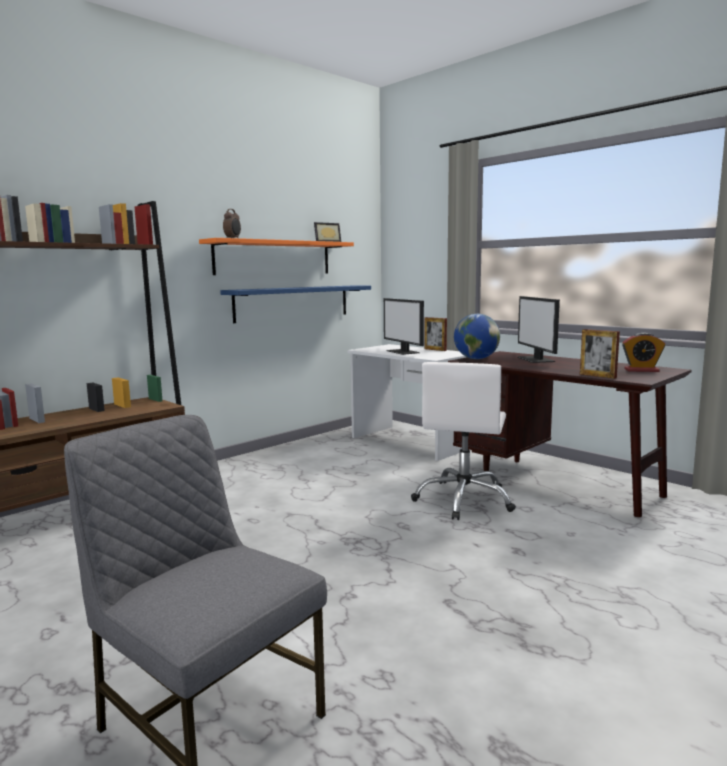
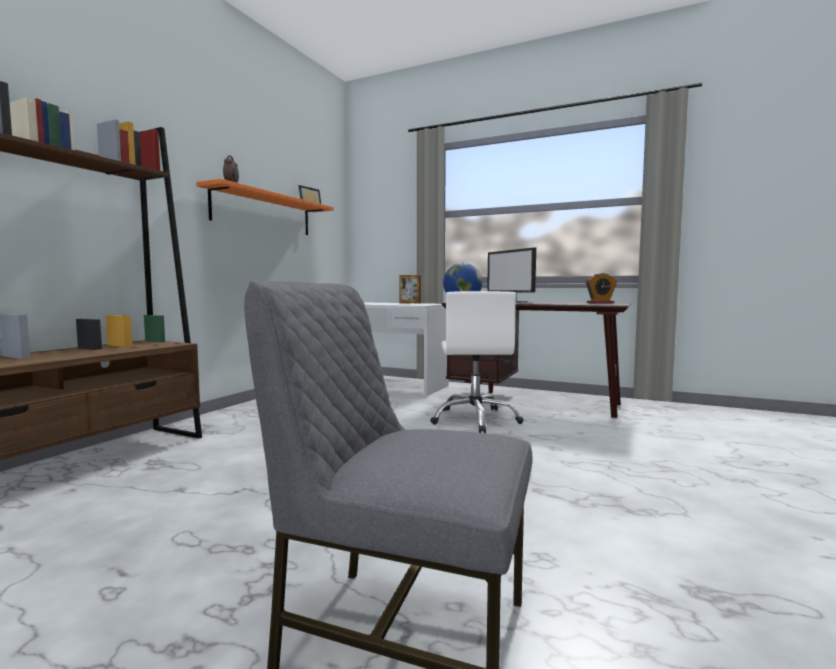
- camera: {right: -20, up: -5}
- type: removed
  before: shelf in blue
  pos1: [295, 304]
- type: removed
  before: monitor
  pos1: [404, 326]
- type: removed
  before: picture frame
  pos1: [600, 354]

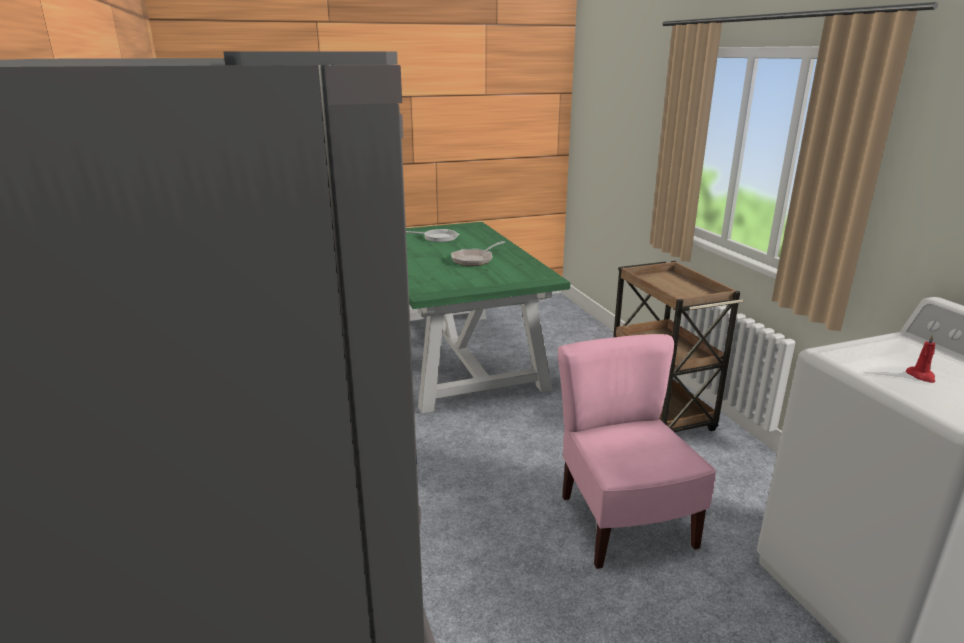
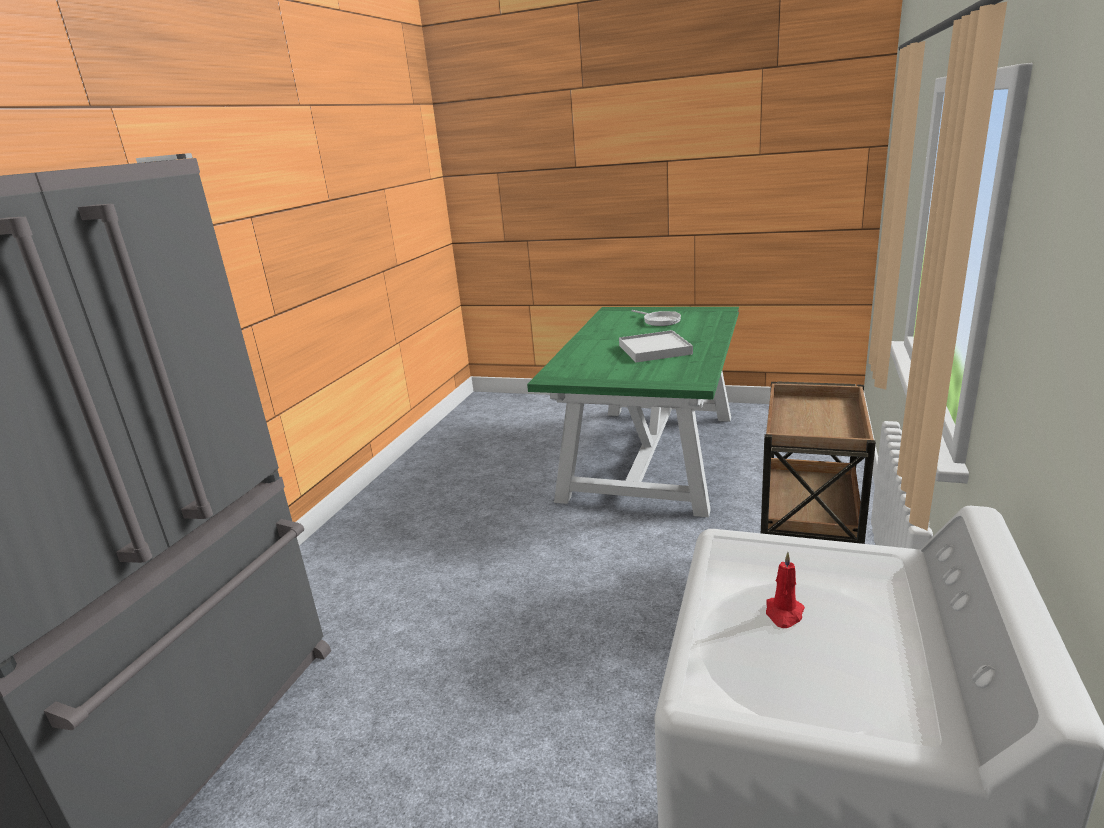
- camera: {right: 40, up: 0}
- type: removed
  before: chair in pink
  pos1: [637, 451]
- type: replaced
  before: frying pan
  after: tray in white
  pos1: [478, 253]
  pos2: [656, 346]

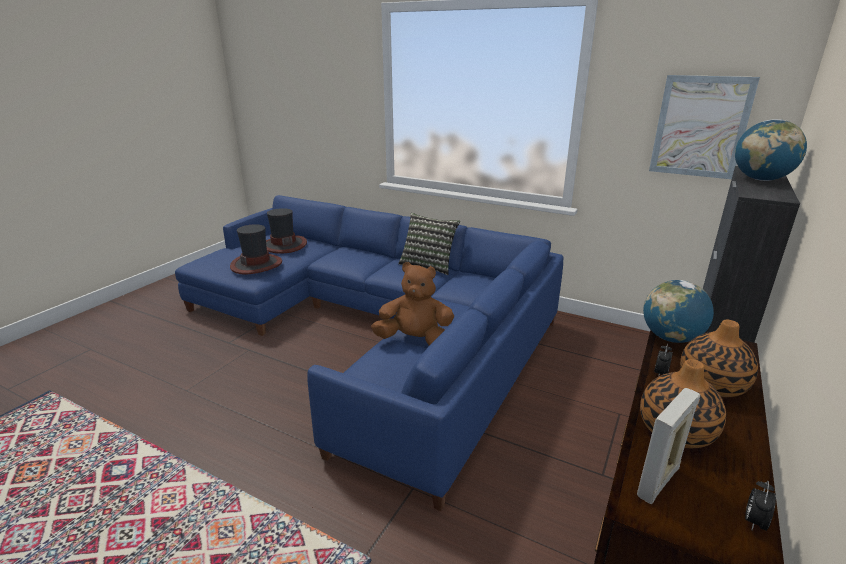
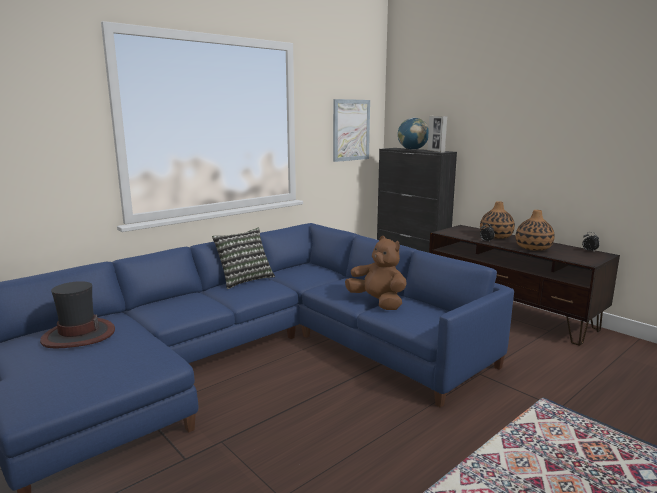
- camera: {right: -70, up: -10}
- type: removed
  before: hat
  pos1: [256, 249]
- type: removed
  before: globe
  pos1: [678, 311]
- type: moved
  before: picture frame
  pos1: [668, 446]
  pos2: [438, 134]
- type: turned
  before: plush toy in brown
  pos1: [412, 304]
  pos2: [376, 273]
  turn: 105

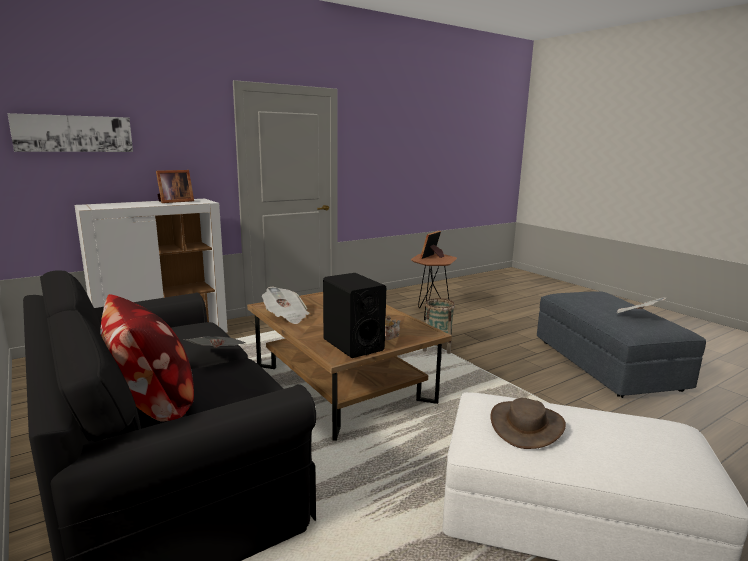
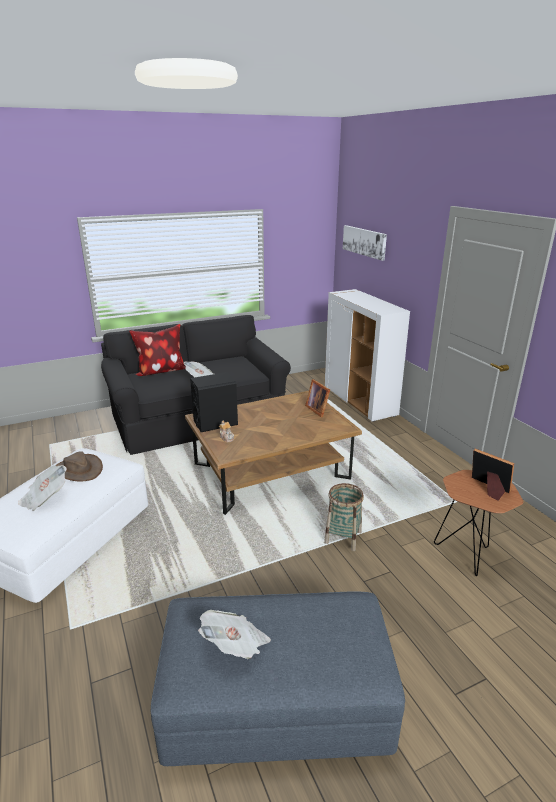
- camera: {right: 100, up: 10}
- type: moved
  before: picture frame
  pos1: [175, 186]
  pos2: [317, 398]
- type: moved
  before: newspaper
  pos1: [285, 305]
  pos2: [42, 488]

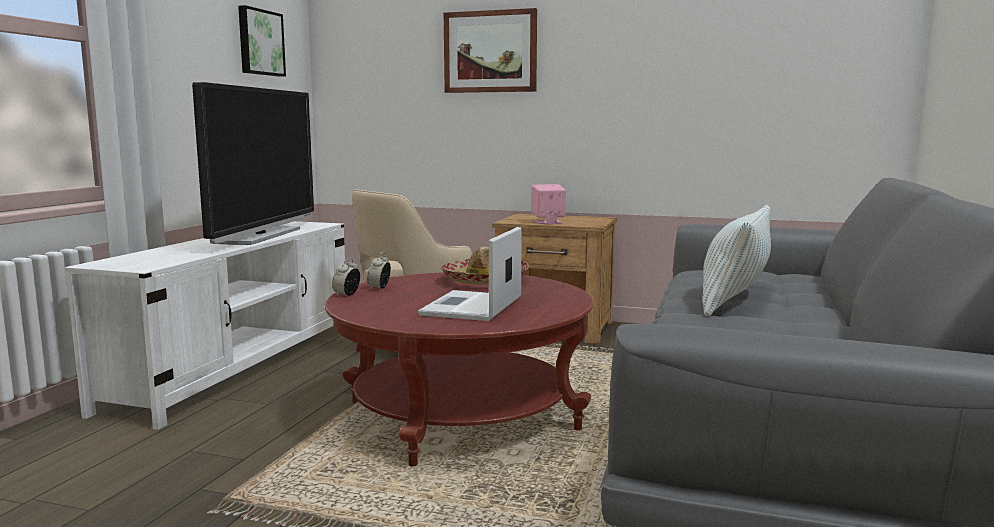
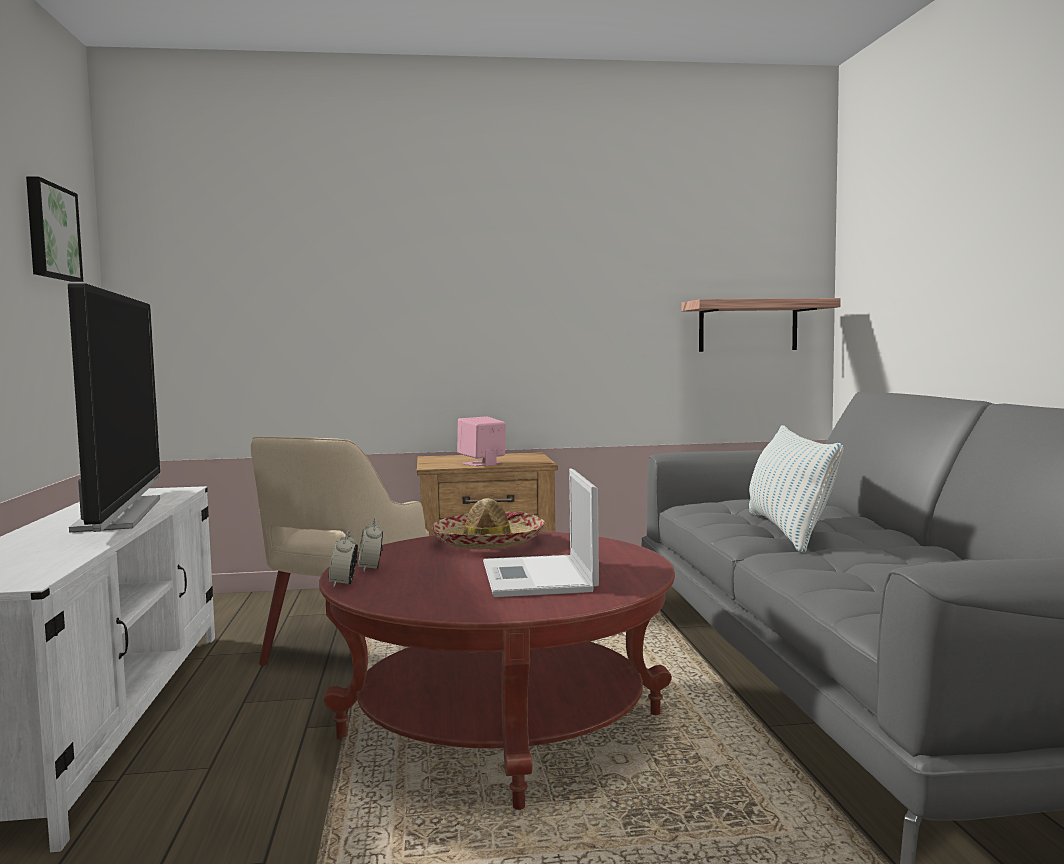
- camera: {right: -25, up: -5}
- type: removed
  before: picture
  pos1: [490, 50]
- type: added
  after: shelf
  pos2: [761, 325]

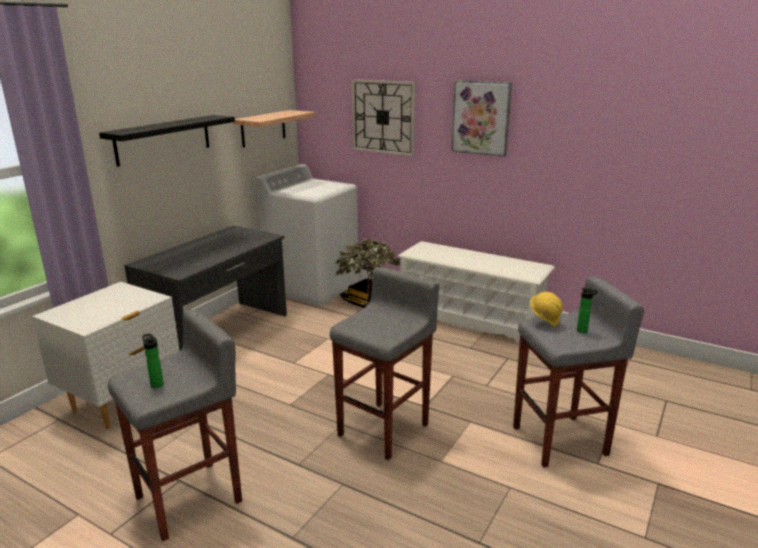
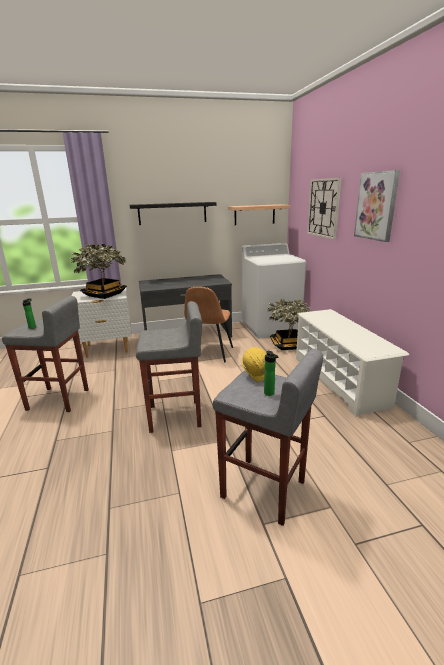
- camera: {right: 45, up: 0}
- type: added
  after: potted plant
  pos2: [98, 271]
- type: added
  after: chair in brown
  pos2: [208, 324]

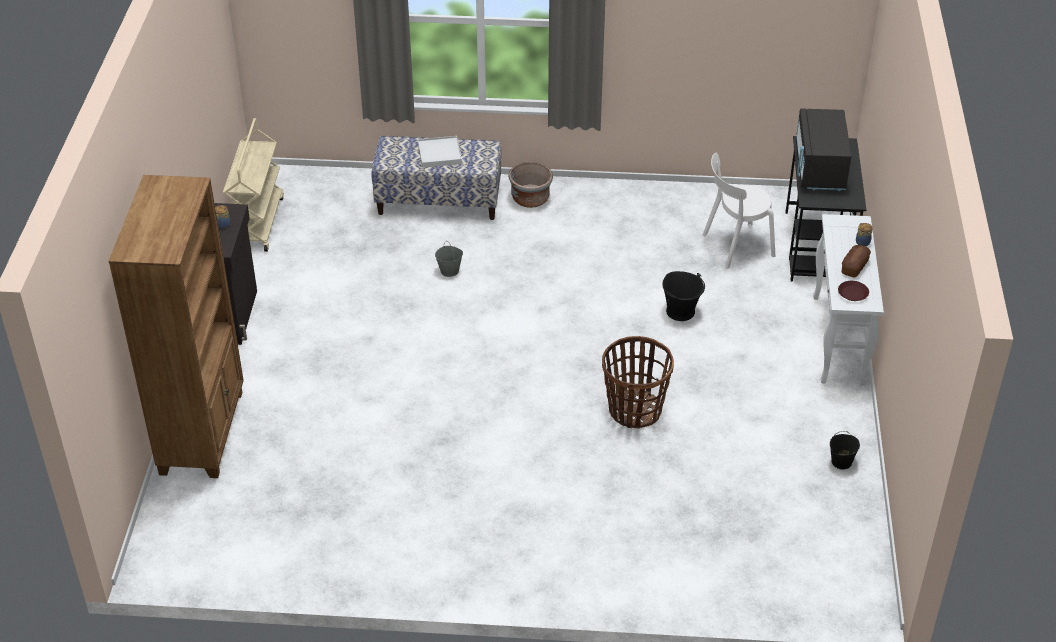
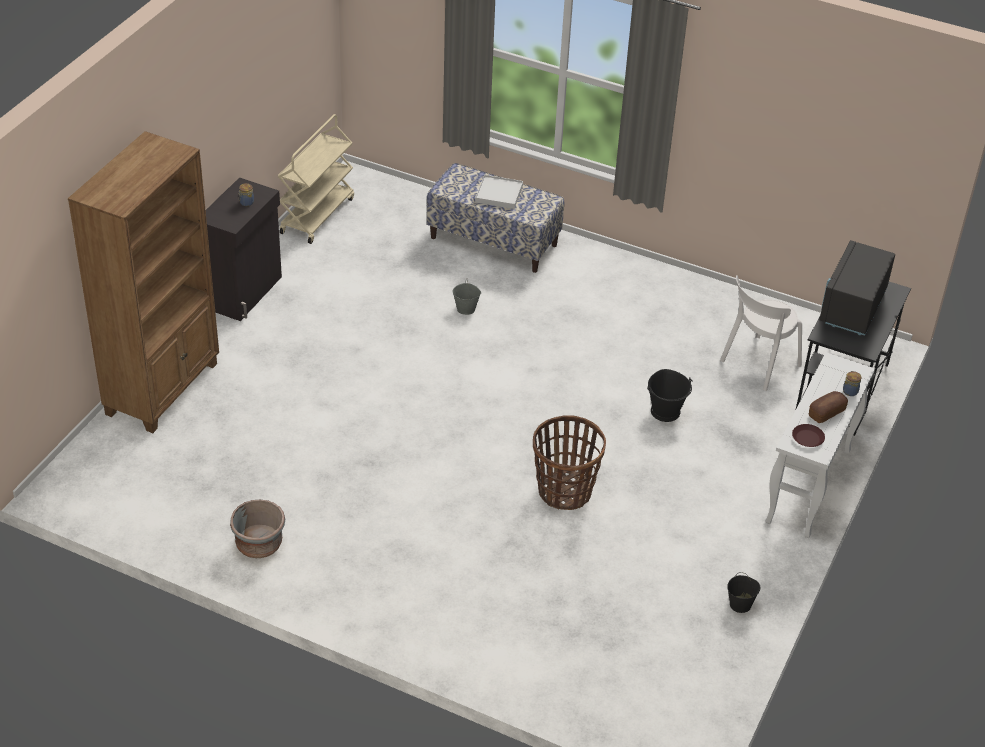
- camera: {right: 20, up: 0}
- type: moved
  before: planter in grey
  pos1: [530, 185]
  pos2: [257, 529]
- type: turned
  before: chair in white
  pos1: [739, 211]
  pos2: [761, 333]
  turn: -45

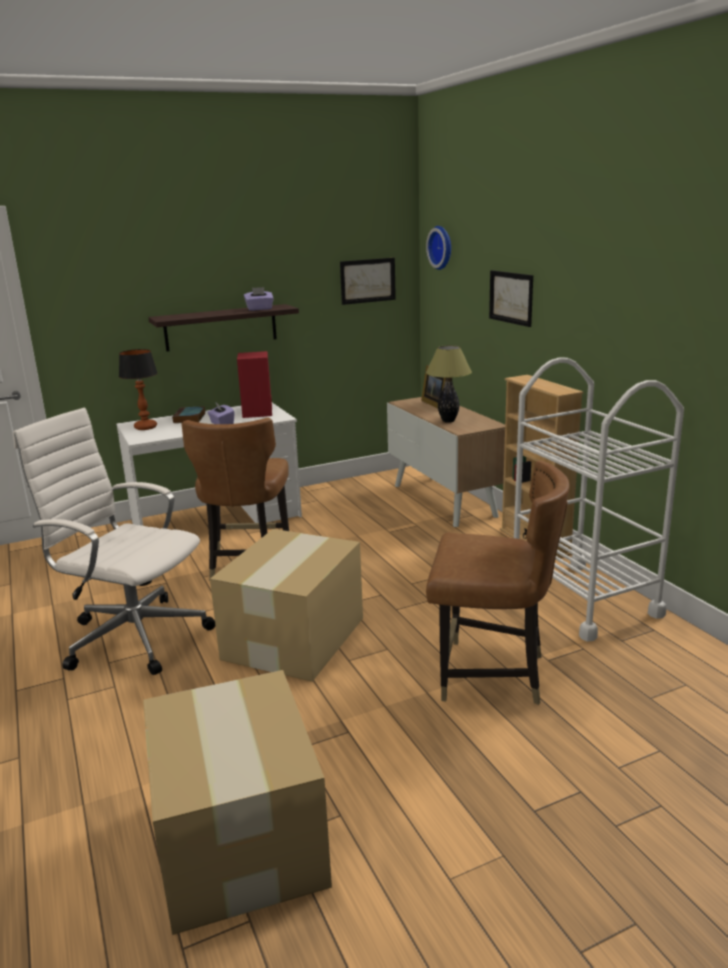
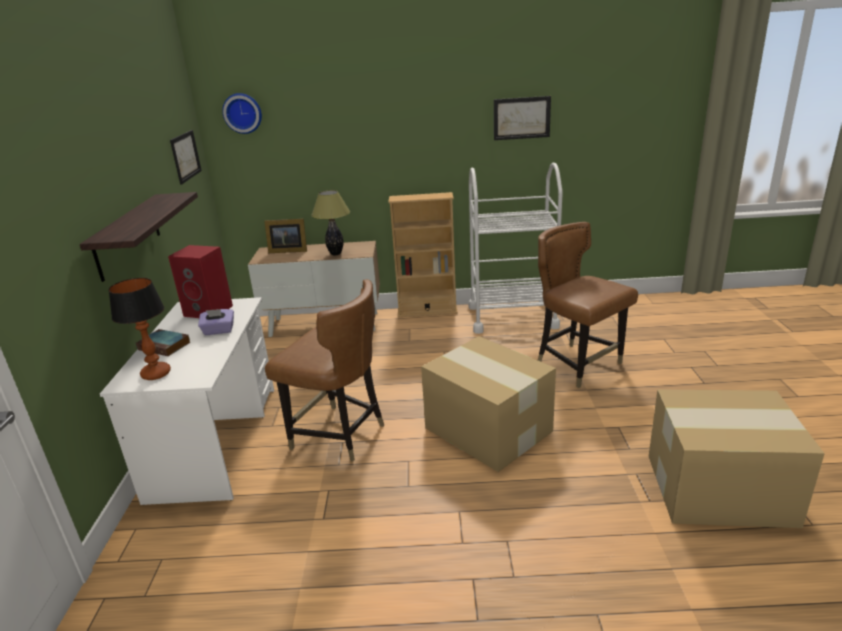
- camera: {right: -65, up: 5}
- type: removed
  before: office chair in white
  pos1: [114, 541]
- type: removed
  before: tissue box in purple
  pos1: [259, 299]
- type: moved
  before: picture
  pos1: [511, 298]
  pos2: [522, 118]
- type: turned
  before: chair in brown
  pos1: [498, 582]
  pos2: [588, 305]
  turn: -75

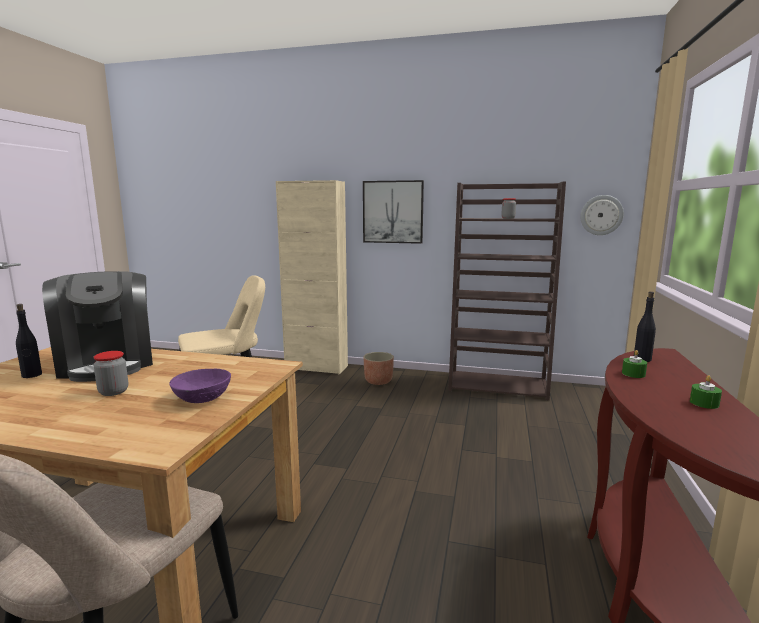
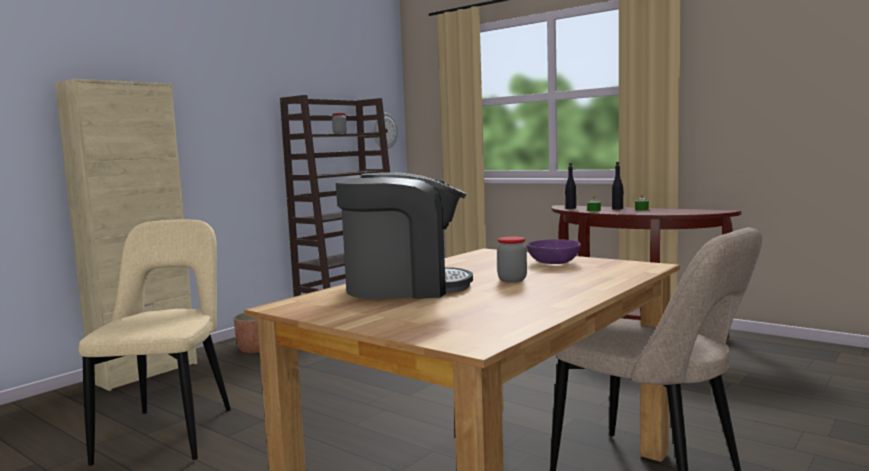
- camera: {right: -65, up: -5}
- type: removed
  before: picture
  pos1: [393, 212]
- type: moved
  before: bottle in black
  pos1: [29, 341]
  pos2: [618, 186]

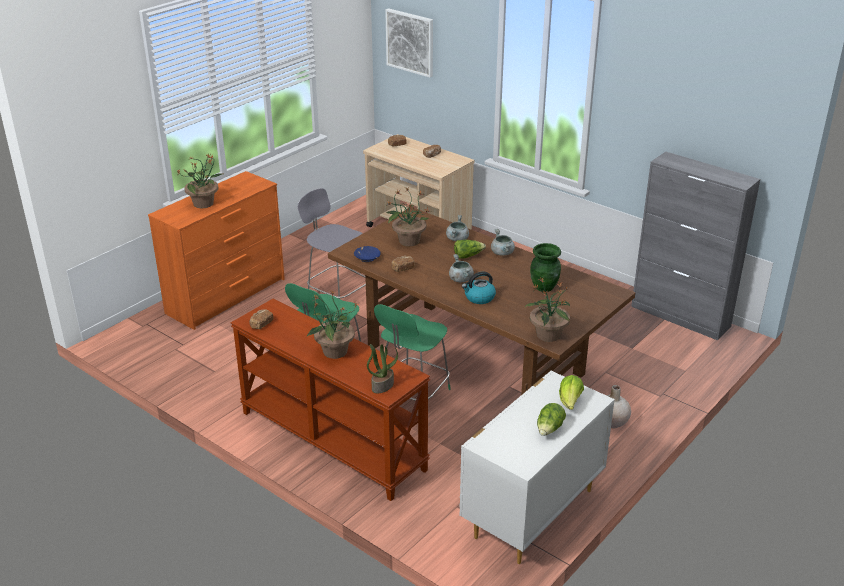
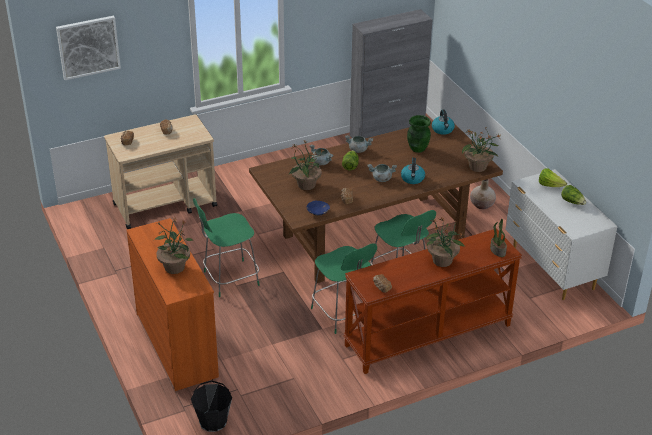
- camera: {right: -65, up: 5}
- type: added
  after: bucket in black
  pos2: [211, 406]
- type: added
  after: kettle
  pos2: [443, 122]
- type: recoloured
  before: chair in grey
  after: chair in green
  pos1: [332, 243]
  pos2: [226, 247]

